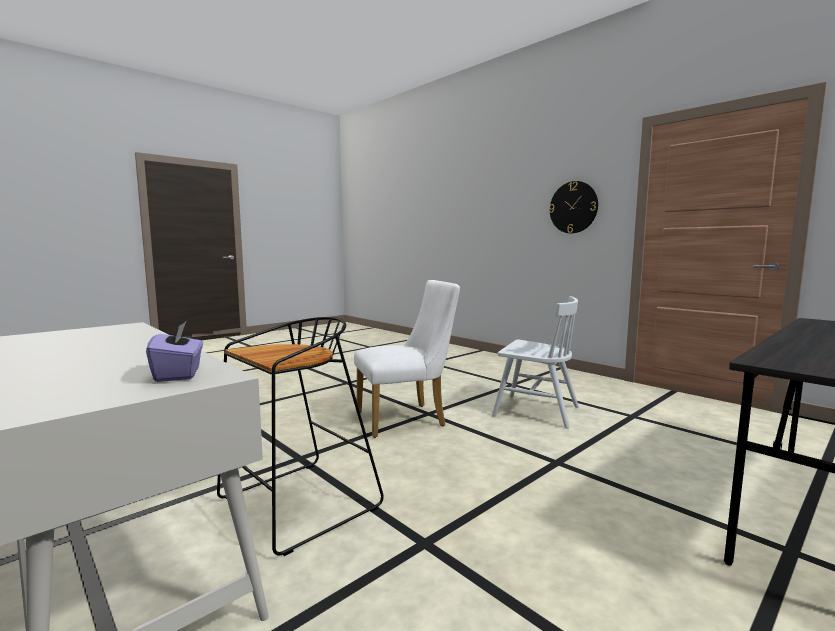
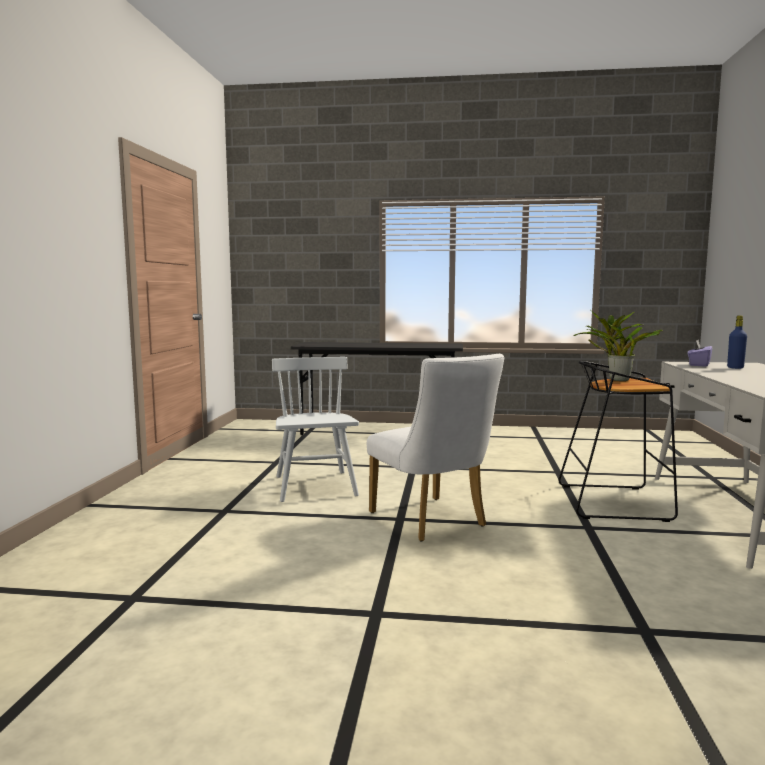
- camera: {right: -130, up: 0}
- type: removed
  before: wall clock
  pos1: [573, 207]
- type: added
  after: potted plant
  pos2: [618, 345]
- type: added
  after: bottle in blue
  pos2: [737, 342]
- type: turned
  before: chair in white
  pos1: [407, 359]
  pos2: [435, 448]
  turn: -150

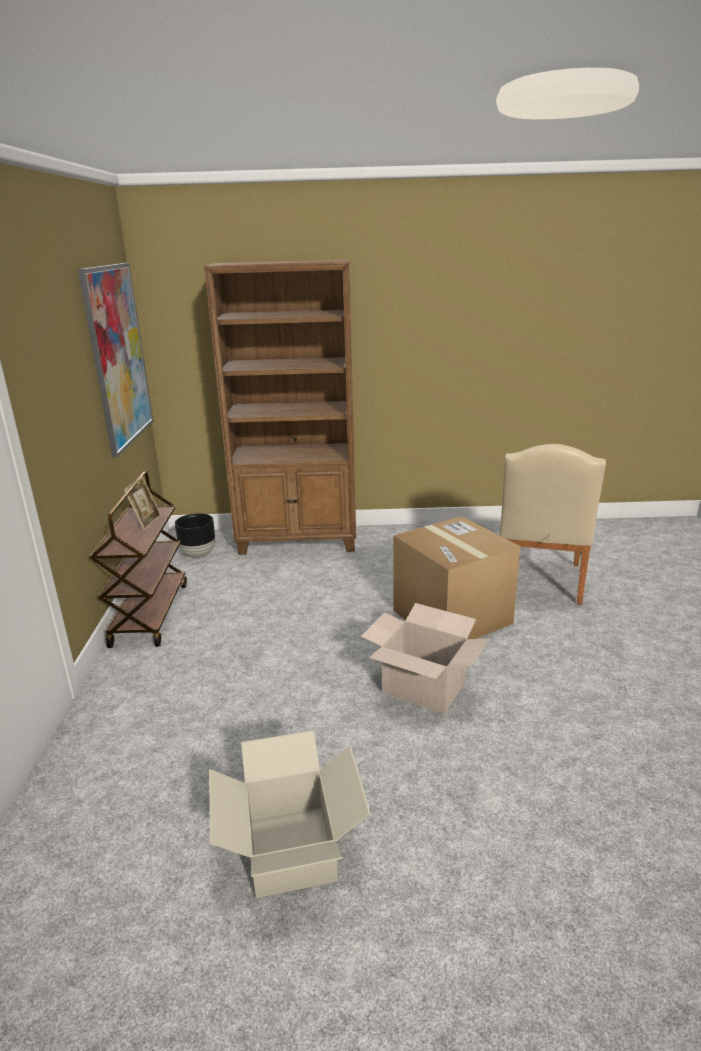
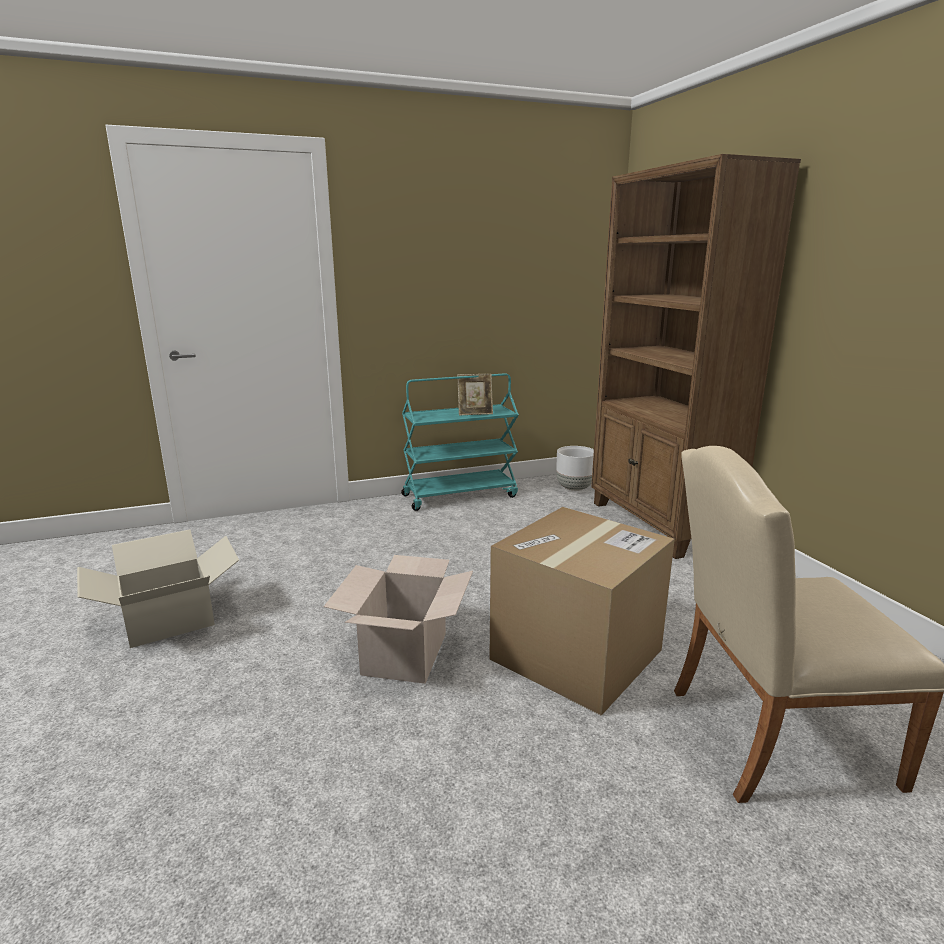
- camera: {right: 70, up: -5}
- type: removed
  before: picture
  pos1: [115, 360]
- type: recoloured
  before: cart in brown
  after: cart in turquoise
  pos1: [138, 560]
  pos2: [460, 442]
- type: recoloured
  before: planter in black
  after: planter in white
  pos1: [195, 535]
  pos2: [575, 468]

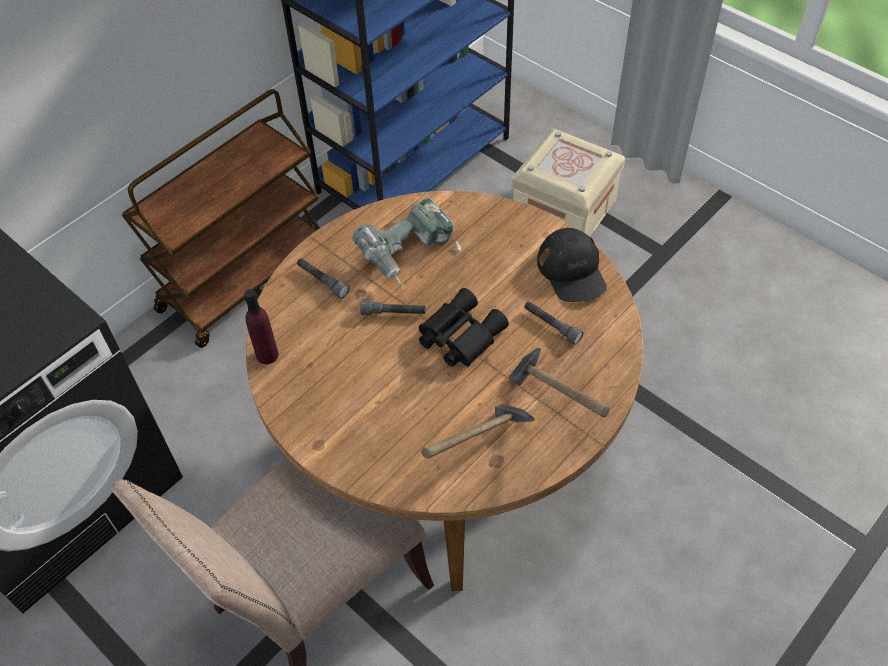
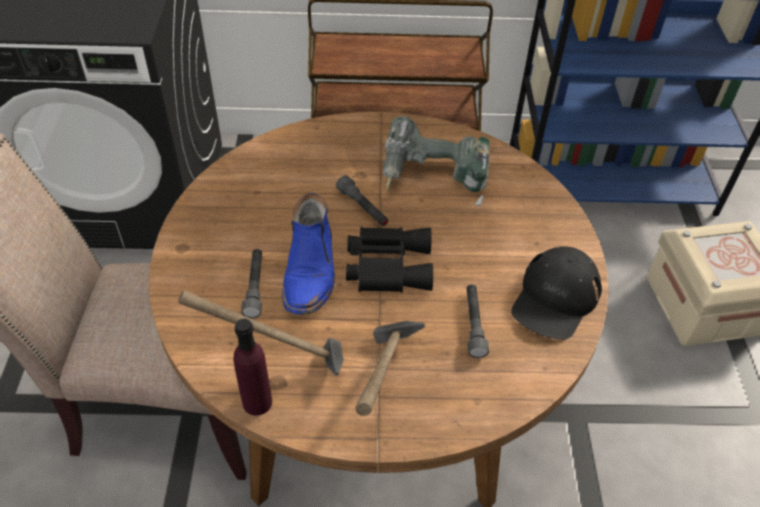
- camera: {right: 45, up: -5}
- type: added
  after: boot in blue
  pos2: [308, 254]
- type: moved
  before: bottle in purple
  pos1: [261, 326]
  pos2: [253, 367]
- type: moved
  before: flashlight in grey
  pos1: [323, 278]
  pos2: [251, 283]

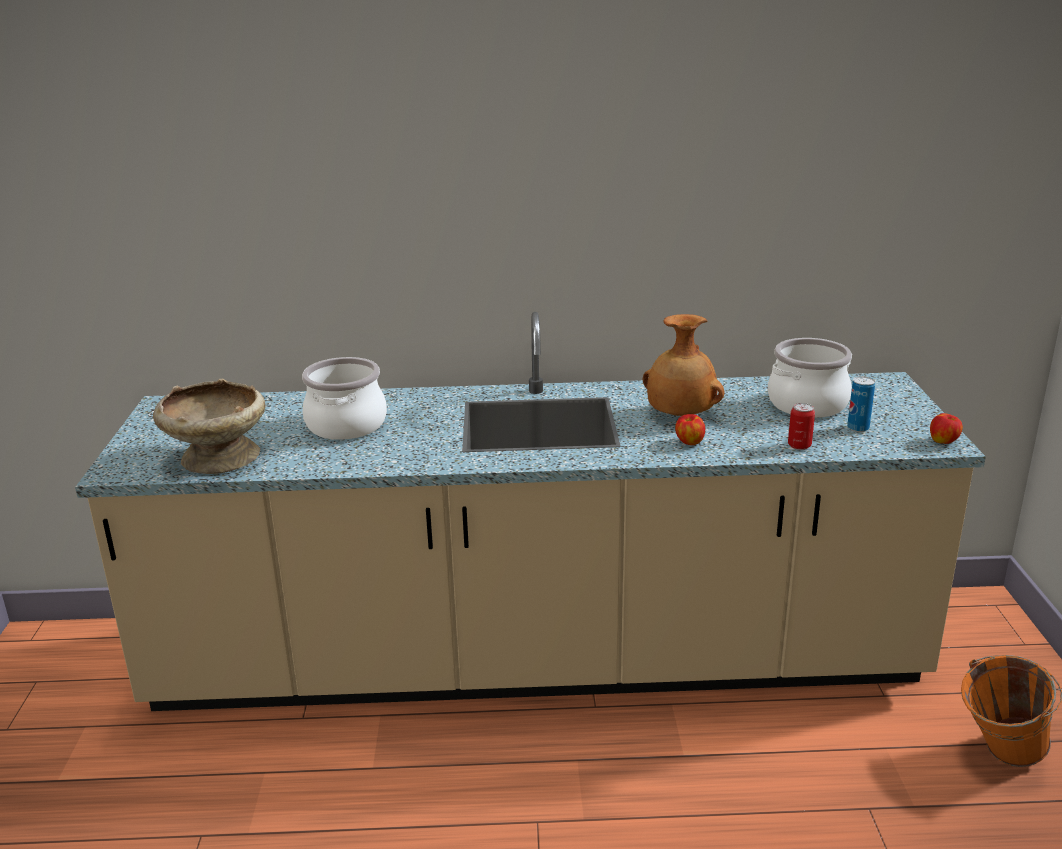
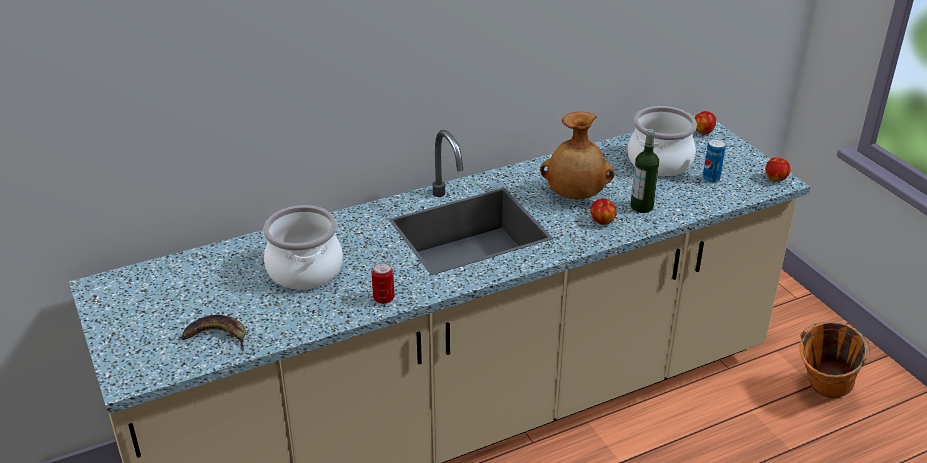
- camera: {right: -25, up: 10}
- type: added
  after: bottle
  pos2: [645, 171]
- type: added
  after: apple
  pos2: [705, 122]
- type: moved
  before: can
  pos1: [801, 426]
  pos2: [383, 283]
- type: replaced
  before: bowl in beige
  after: banana
  pos1: [209, 426]
  pos2: [213, 333]

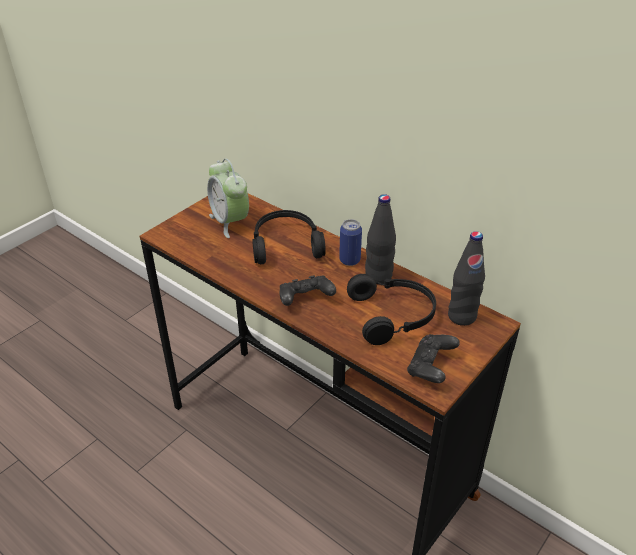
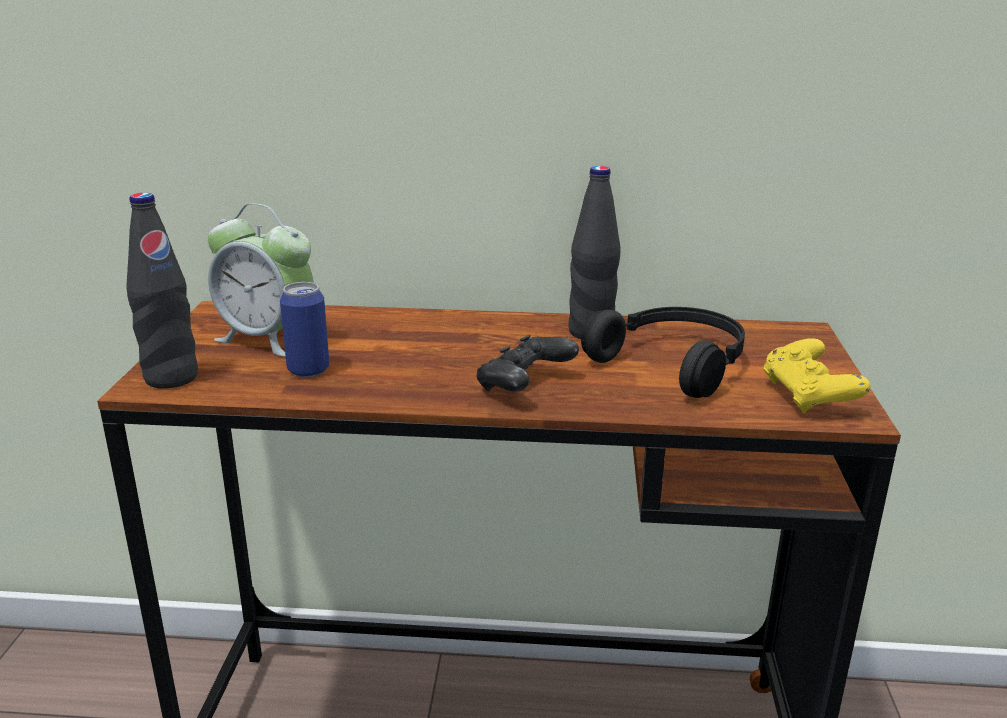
- camera: {right: -35, up: -15}
- type: removed
  before: headphones in black
  pos1: [289, 237]
- type: moved
  before: can
  pos1: [350, 242]
  pos2: [304, 329]
- type: moved
  before: bottle in black
  pos1: [466, 278]
  pos2: [162, 291]
- type: recoloured
  before: game controller in black
  after: game controller in yellow
  pos1: [433, 358]
  pos2: [817, 376]

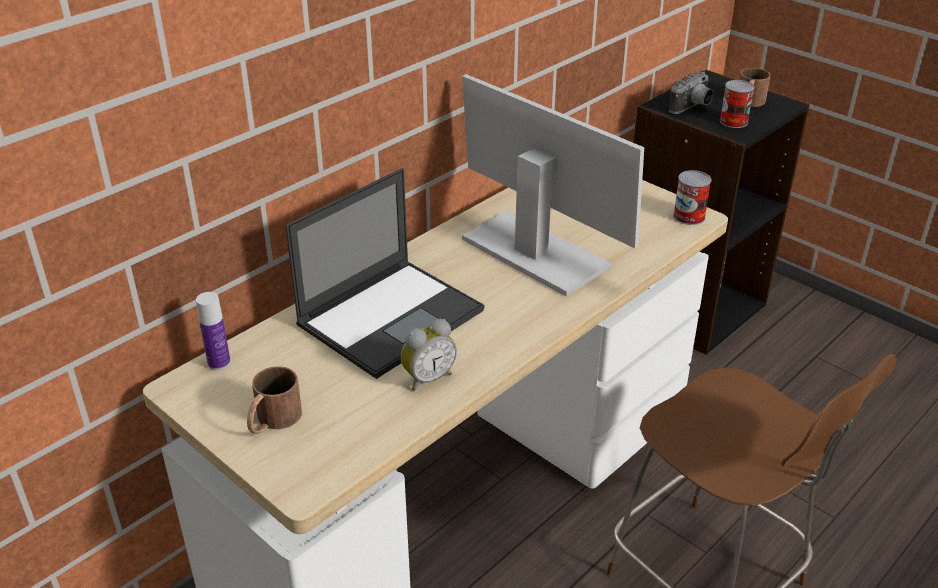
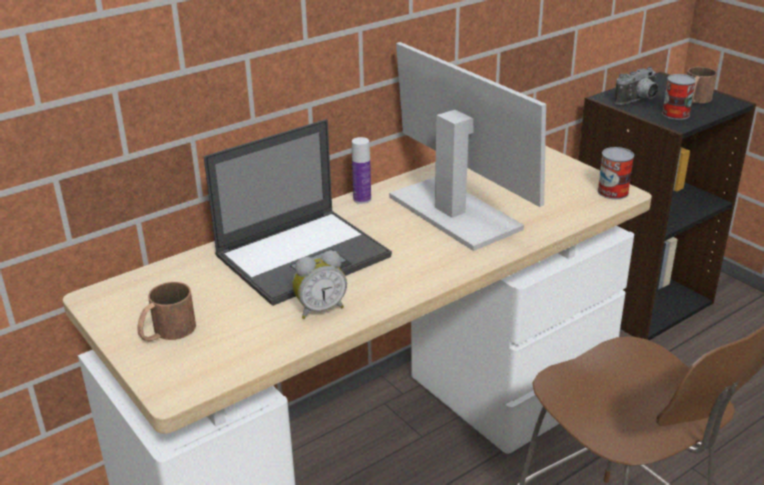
- camera: {right: 10, up: -5}
- type: moved
  before: bottle
  pos1: [213, 331]
  pos2: [361, 170]

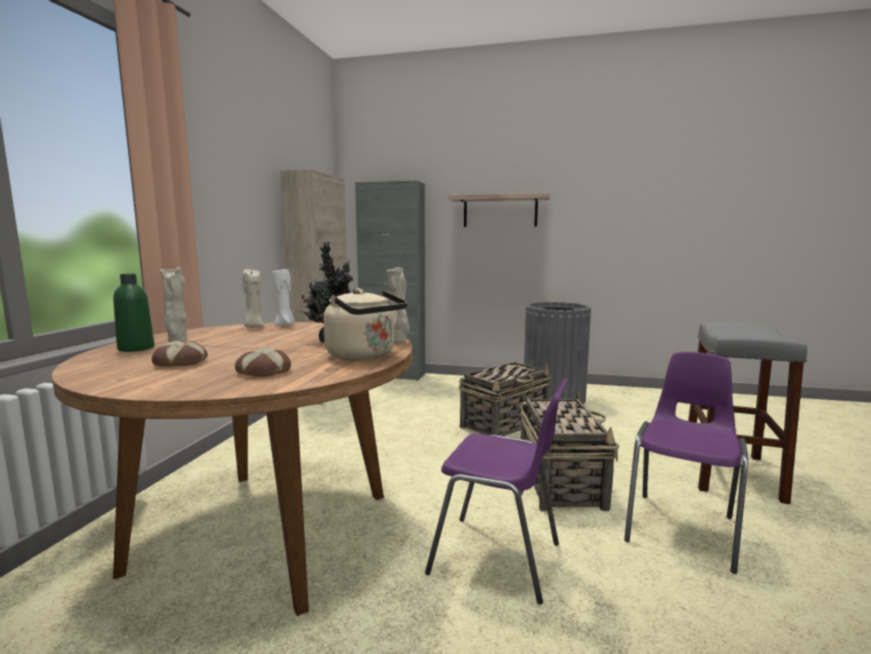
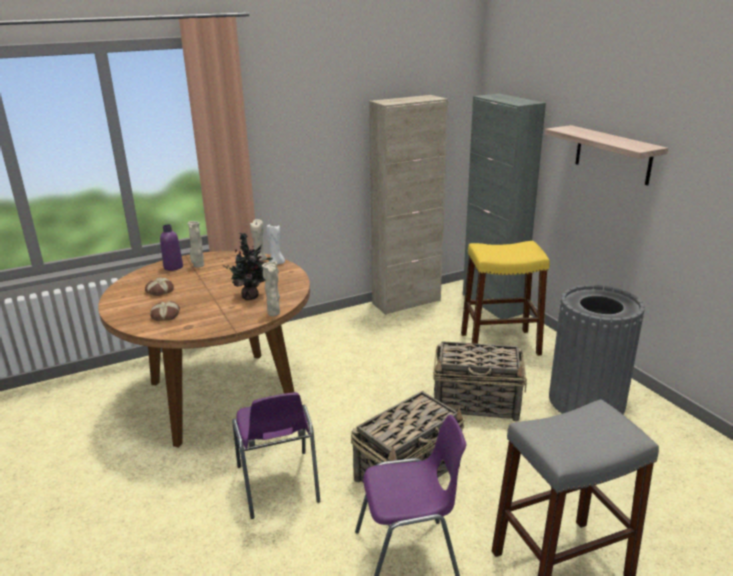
- camera: {right: 50, up: 15}
- type: removed
  before: kettle in beige
  pos1: [365, 324]
- type: added
  after: stool in yellow
  pos2: [505, 298]
- type: recoloured
  before: bottle in green
  after: bottle in purple
  pos1: [133, 313]
  pos2: [171, 247]

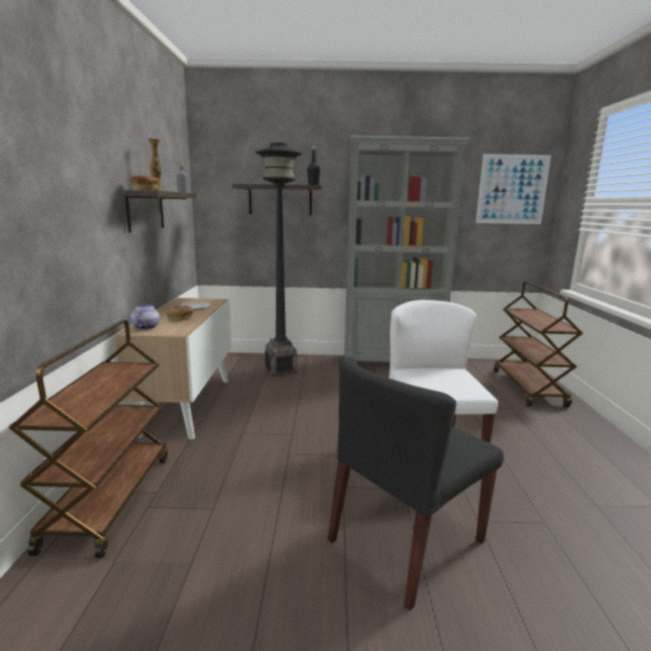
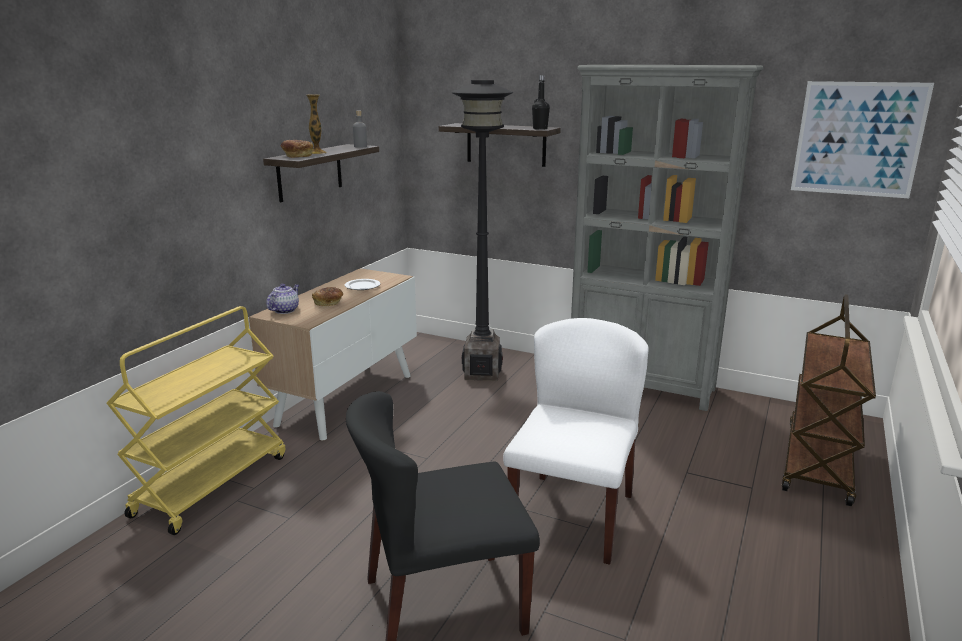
- camera: {right: 25, up: 5}
- type: recoloured
  before: cart in brown
  after: cart in yellow
  pos1: [88, 439]
  pos2: [196, 420]

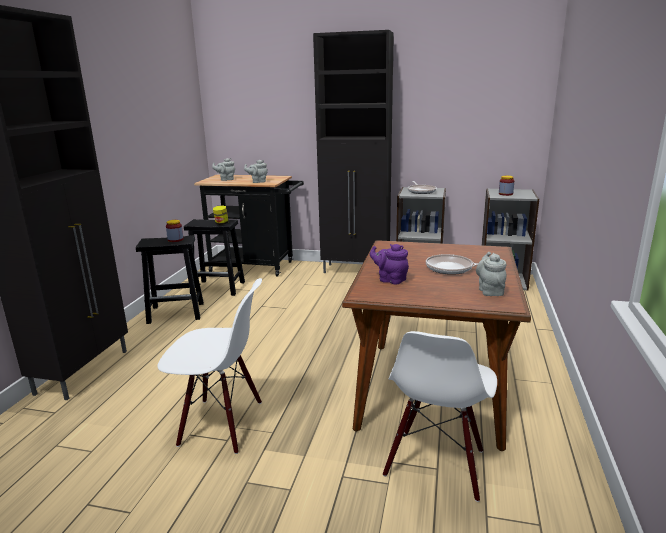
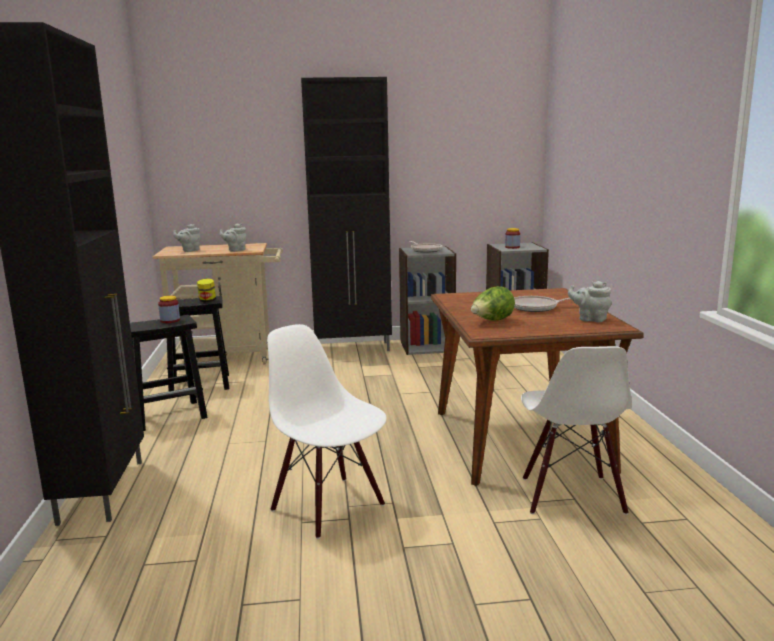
- camera: {right: -20, up: -5}
- type: replaced
  before: teapot in purple
  after: lettuce
  pos1: [389, 264]
  pos2: [493, 303]
- type: recoloured
  before: cart in black
  after: cart in beige
  pos1: [249, 225]
  pos2: [218, 303]
- type: turned
  before: chair in white
  pos1: [210, 366]
  pos2: [327, 431]
  turn: -120
- type: turned
  before: teapot in grey
  pos1: [491, 274]
  pos2: [590, 301]
  turn: -45

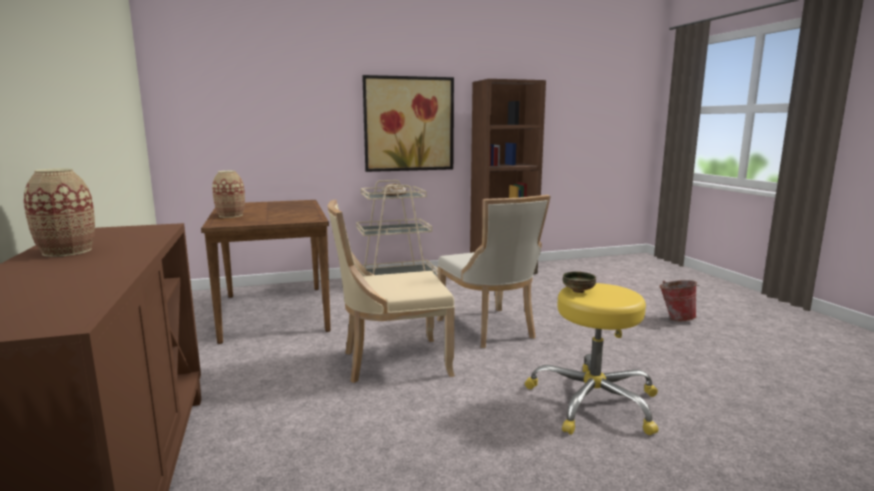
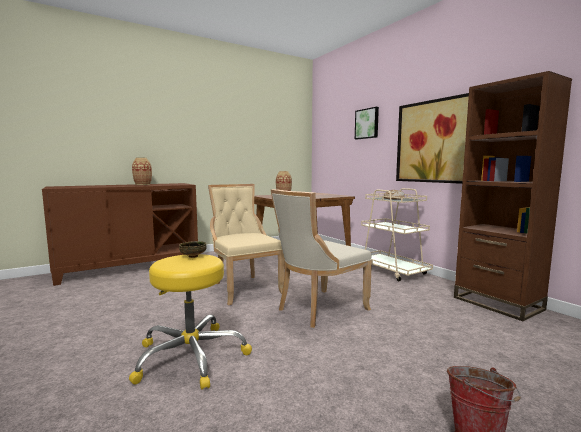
- camera: {right: 75, up: -5}
- type: added
  after: picture
  pos2: [367, 123]

